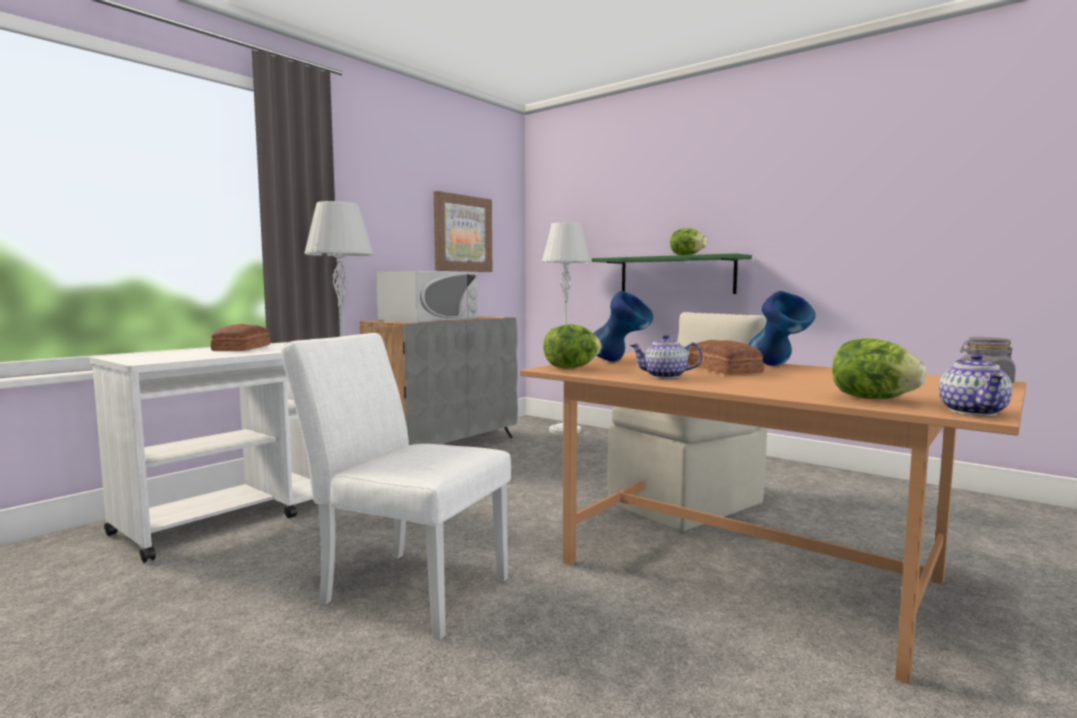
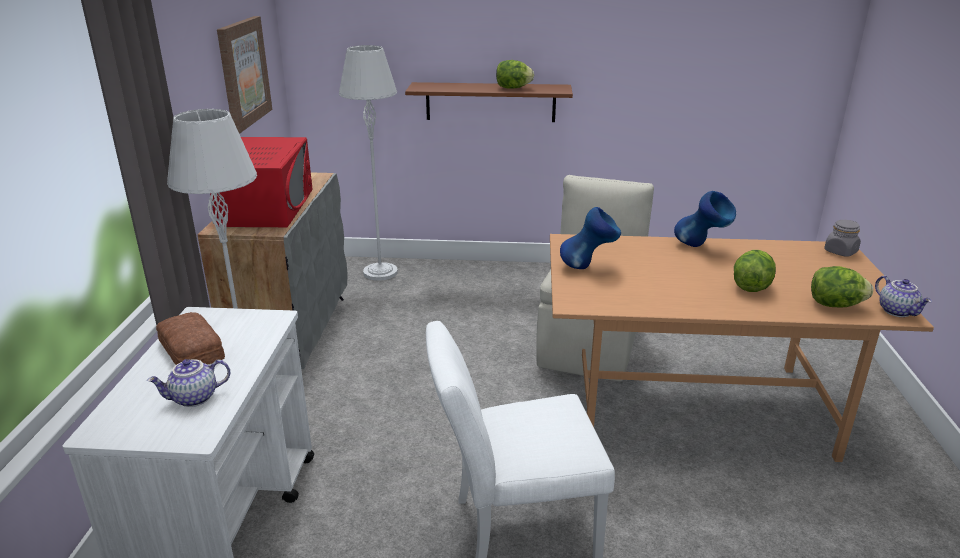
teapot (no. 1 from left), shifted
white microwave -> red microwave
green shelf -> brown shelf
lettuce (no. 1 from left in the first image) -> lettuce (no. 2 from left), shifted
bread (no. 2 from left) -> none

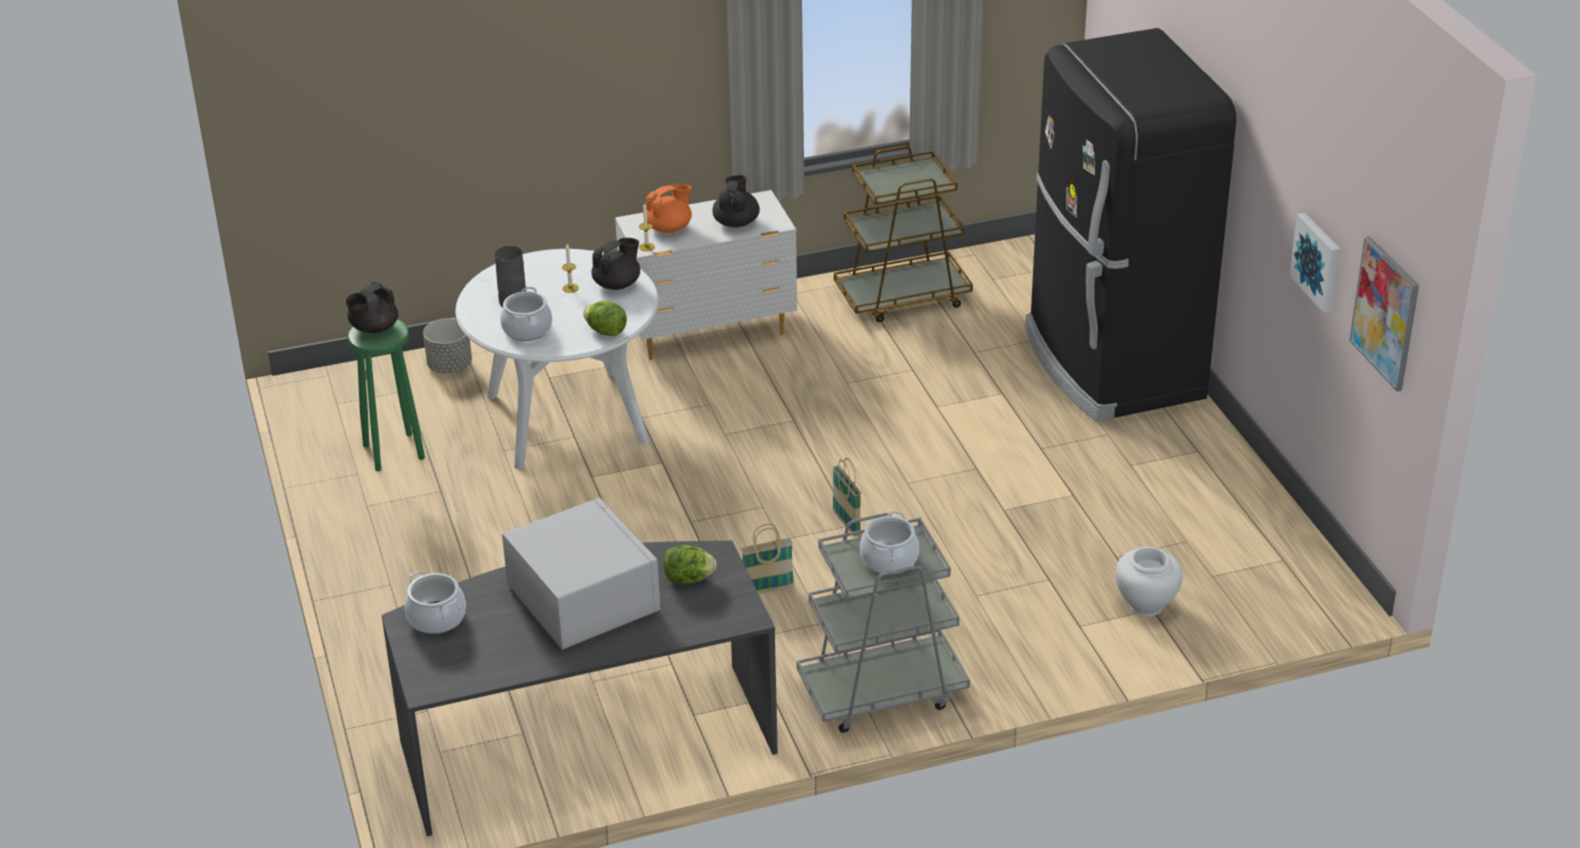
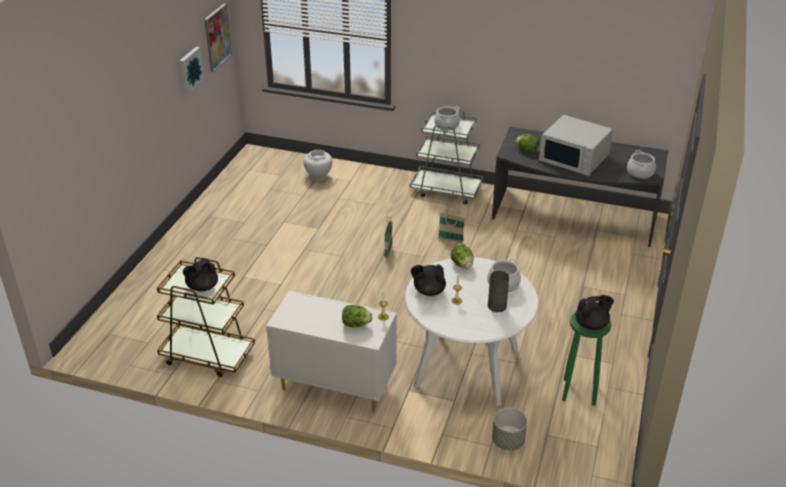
black teapot (no. 3 from left in the first image) -> black teapot (no. 1 from left), shifted
orange teapot -> lettuce (no. 1 from left)
white microwave, 60 degrees counterclockwise
black fridge -> none

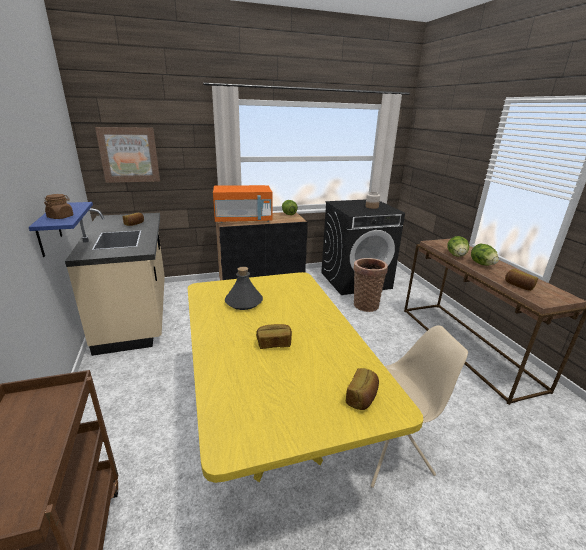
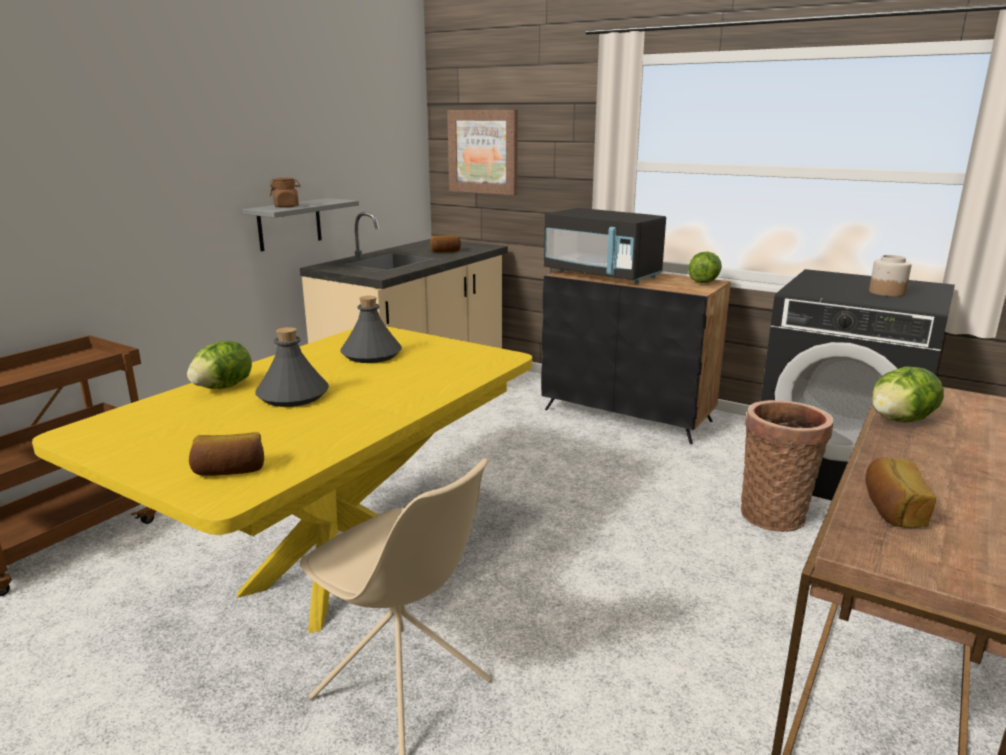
lettuce (no. 3 from left in the first image) -> lettuce (no. 1 from left), shifted
blue shelf -> grey shelf
bread (no. 2 from left) -> grey bottle (no. 1 from left)
orange microwave -> black microwave

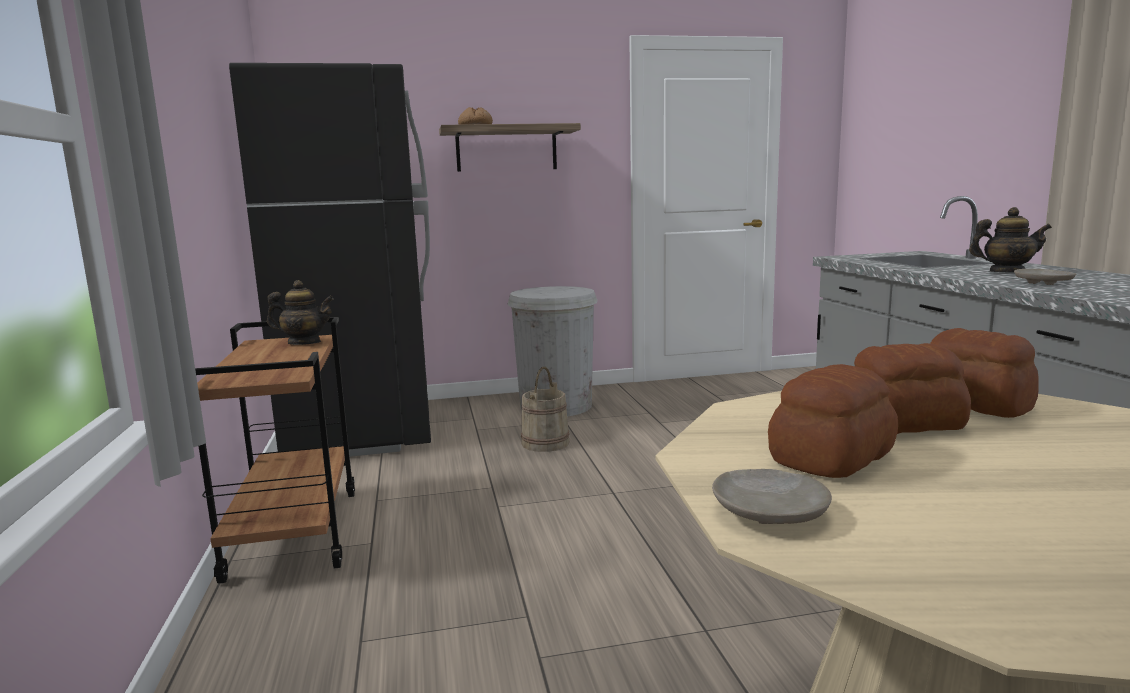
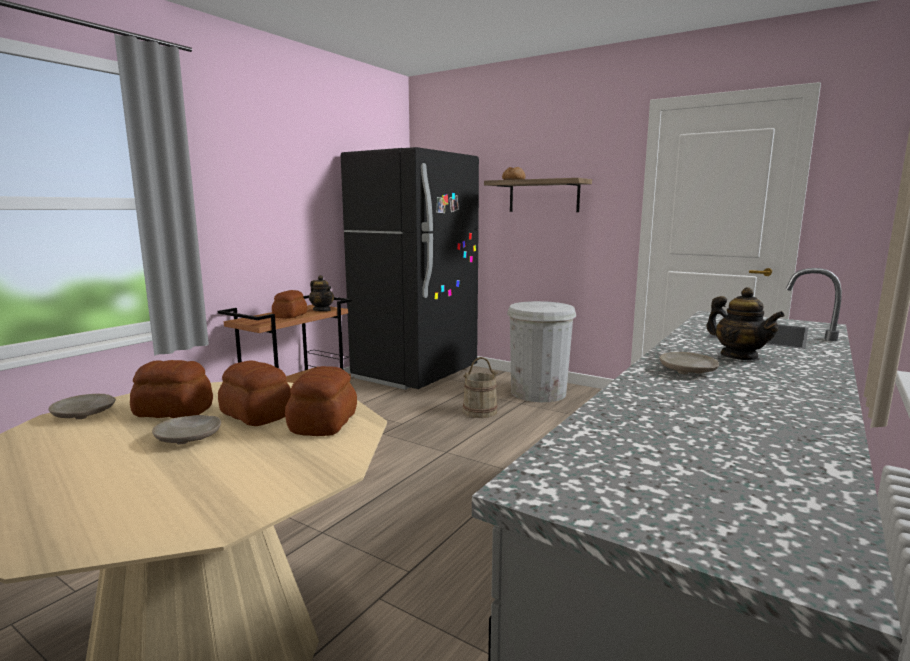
none -> beige plate (no. 2 from left)
none -> bread (no. 3 from left)

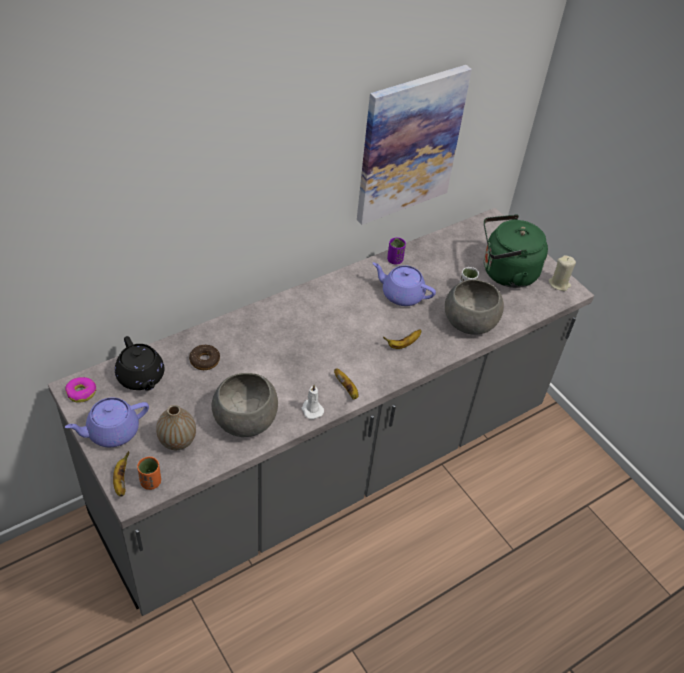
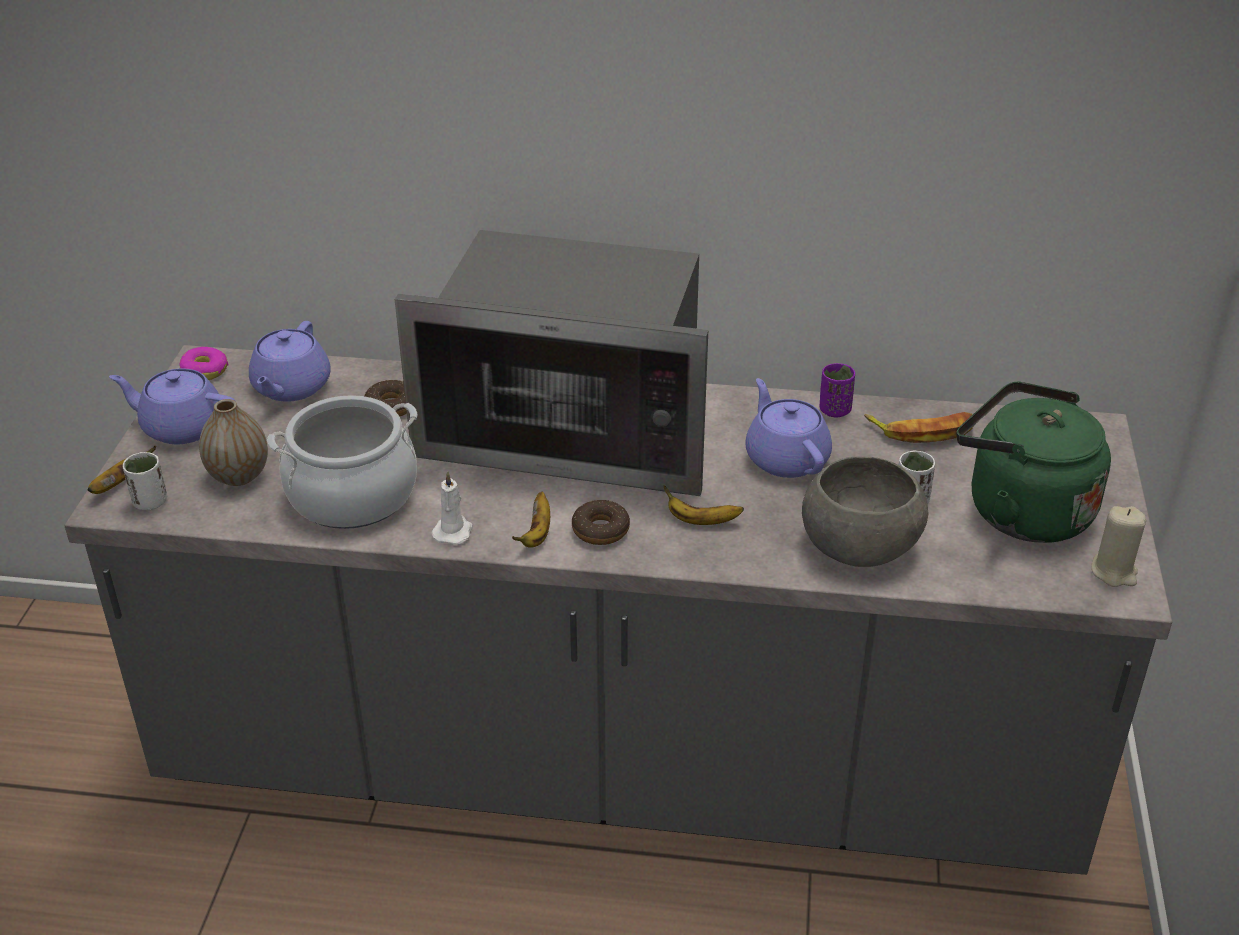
orange cup -> white cup (no. 1 from left)
black teapot -> purple teapot (no. 2 from left)
grey bowl (no. 1 from left) -> cooking pot
none -> microwave
none -> donut (no. 3 from left)
none -> banana (no. 4 from left)
picture -> none

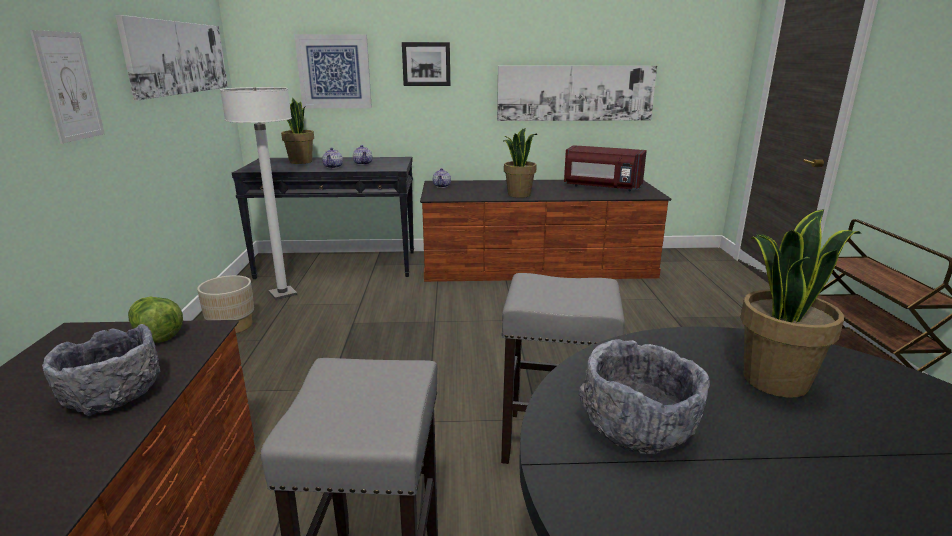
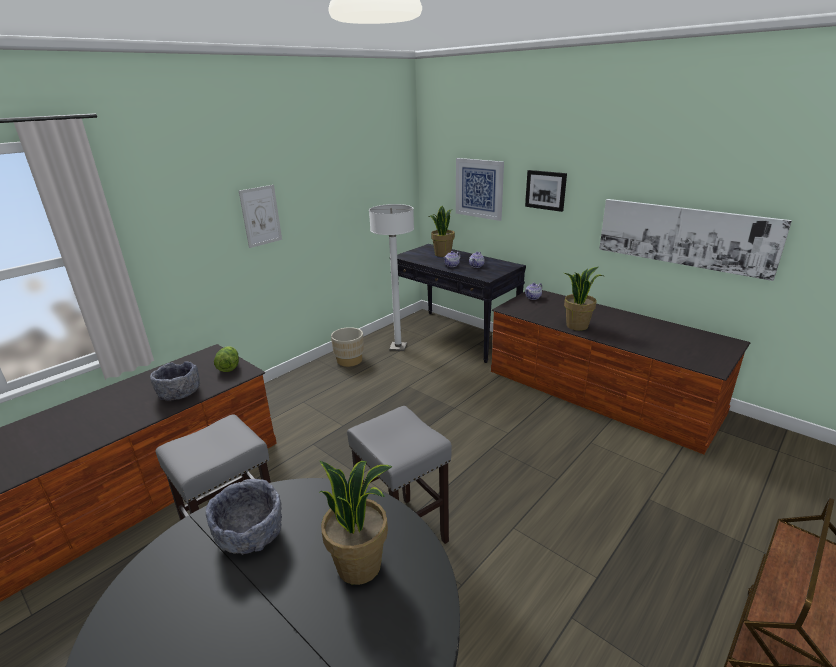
picture (no. 2 from left) -> none
red microwave -> none

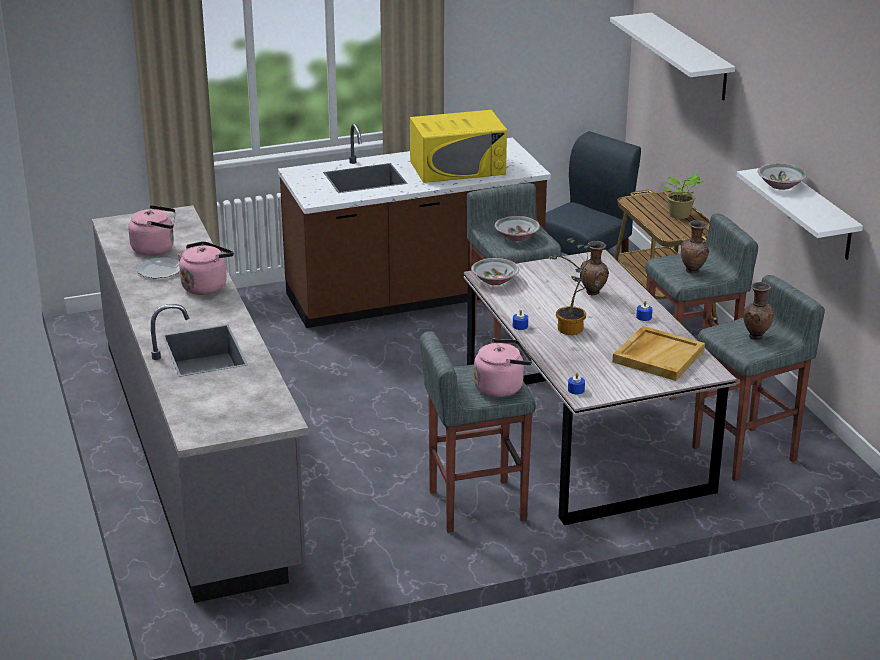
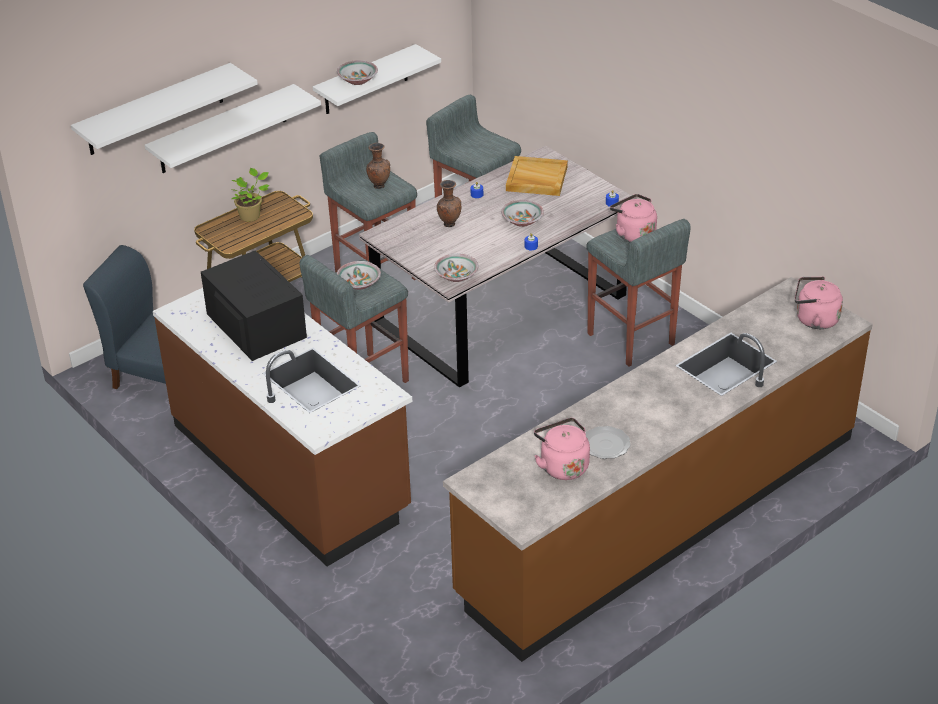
none -> white shelf (no. 2 from left)
yellow microwave -> black microwave
grey counter -> brown counter (no. 2 from left)
potted plant (no. 1 from left) -> bowl (no. 4 from left)
pink kettle (no. 2 from left in the first image) -> pink kettle (no. 3 from left), shifted
brown vase (no. 3 from left) -> none

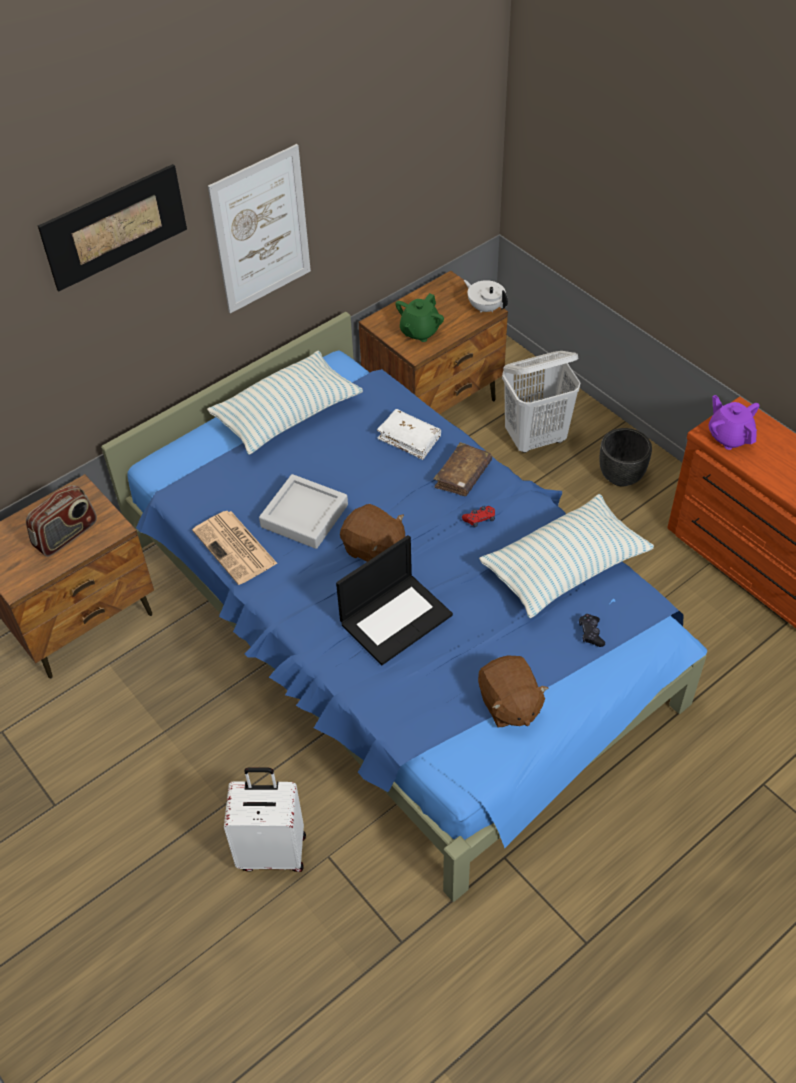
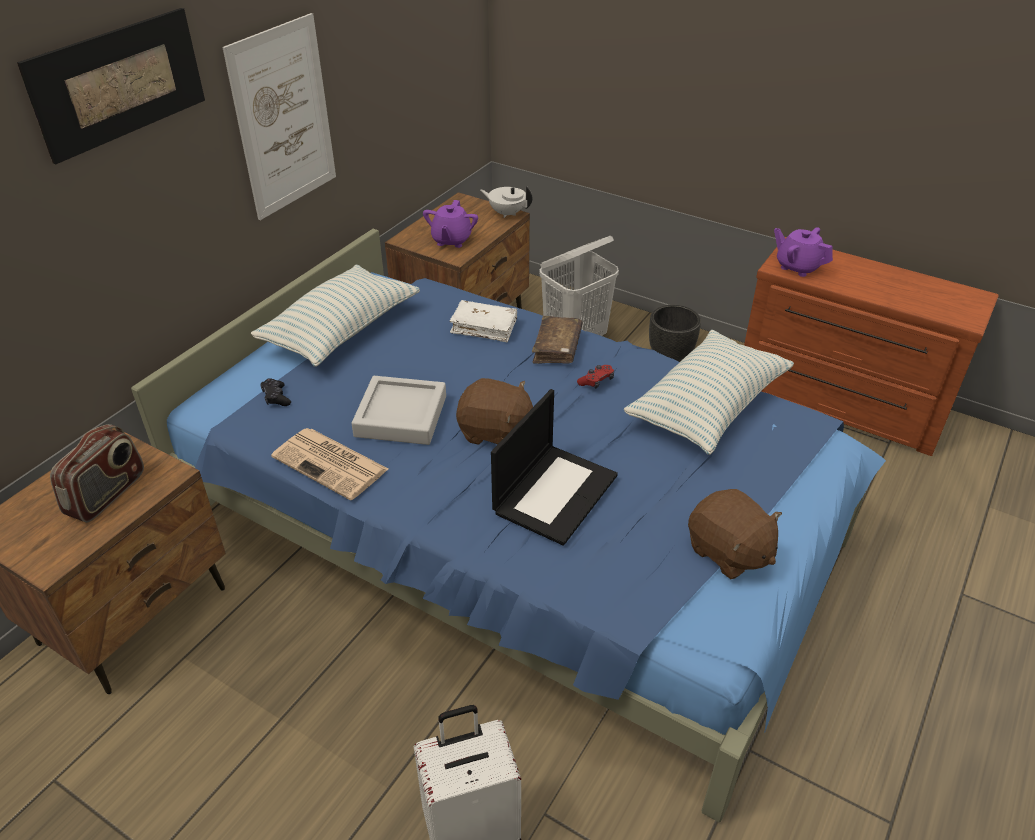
black game controller, shifted
green teapot -> purple teapot (no. 1 from left)

